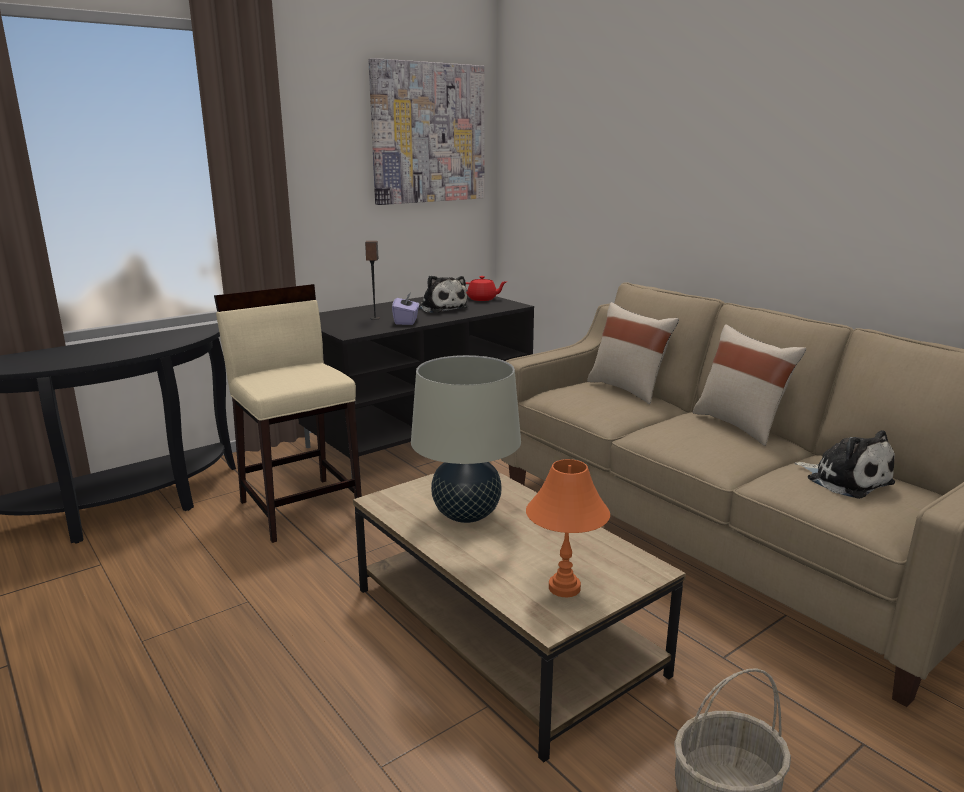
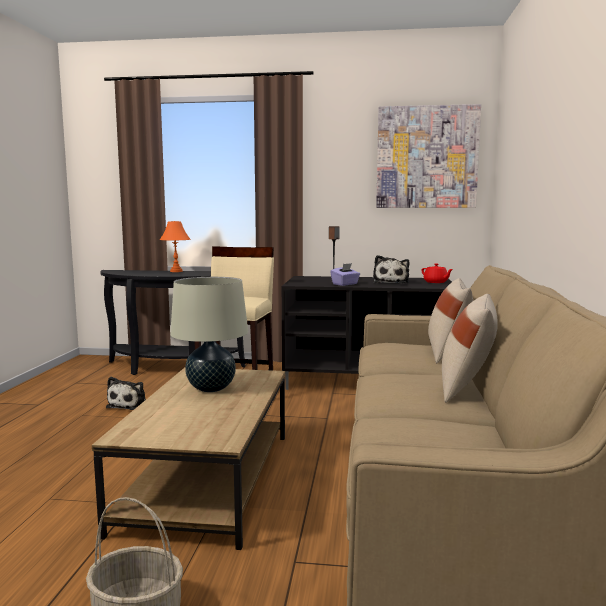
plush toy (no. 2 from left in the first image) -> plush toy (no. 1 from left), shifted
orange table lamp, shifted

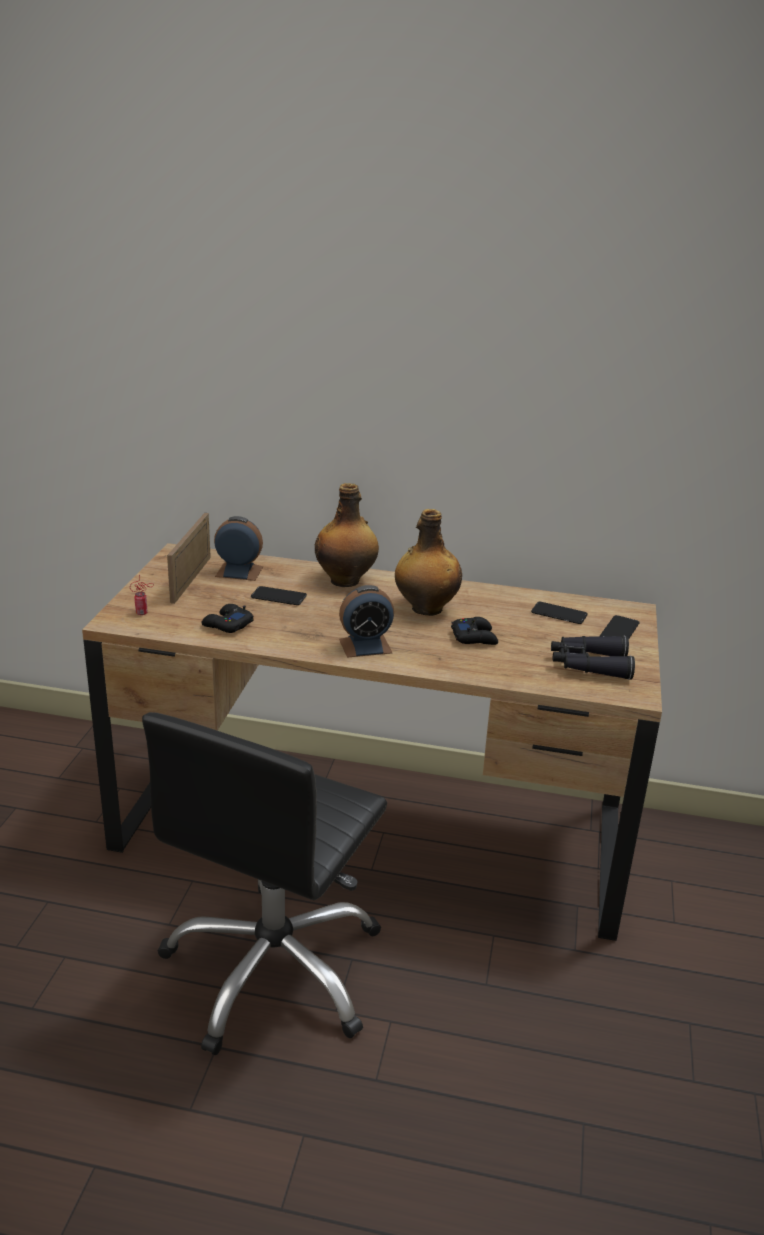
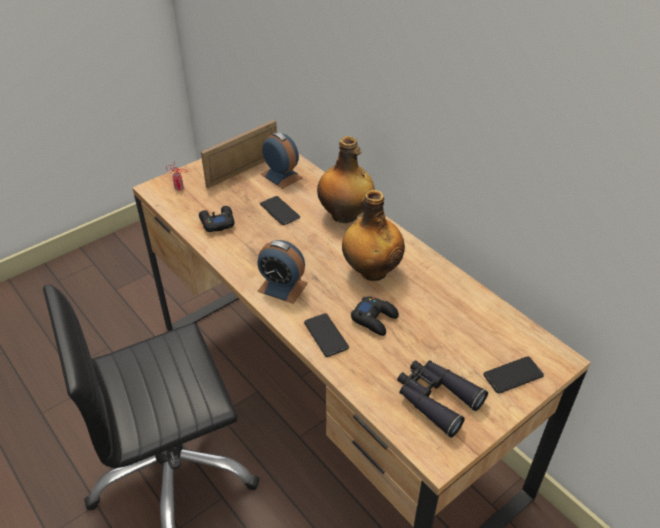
phone (no. 2 from left), shifted

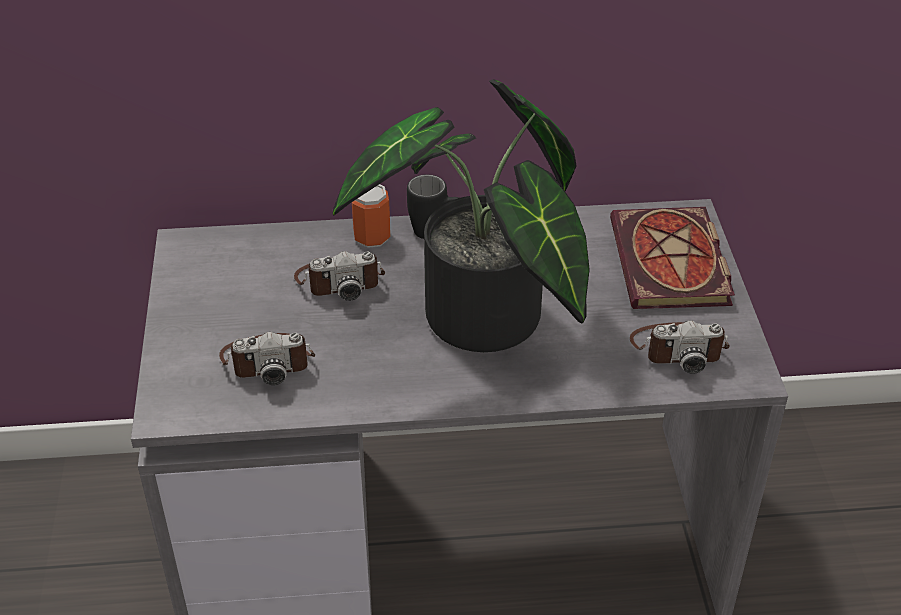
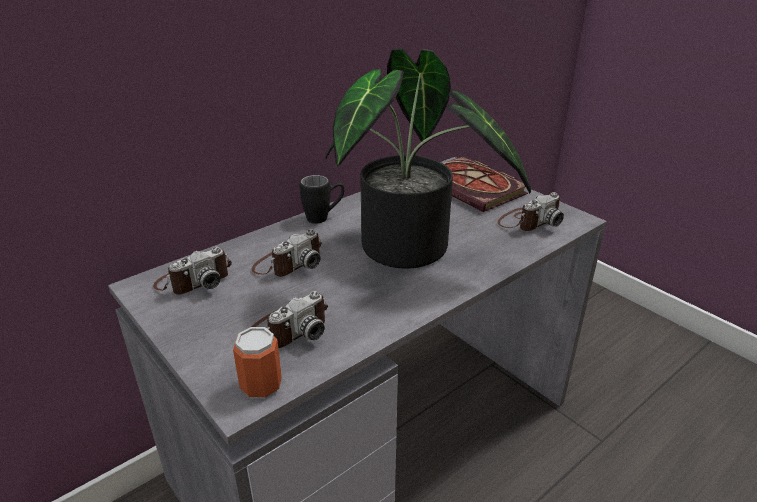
none -> photo camera (no. 1 from left)
can, shifted

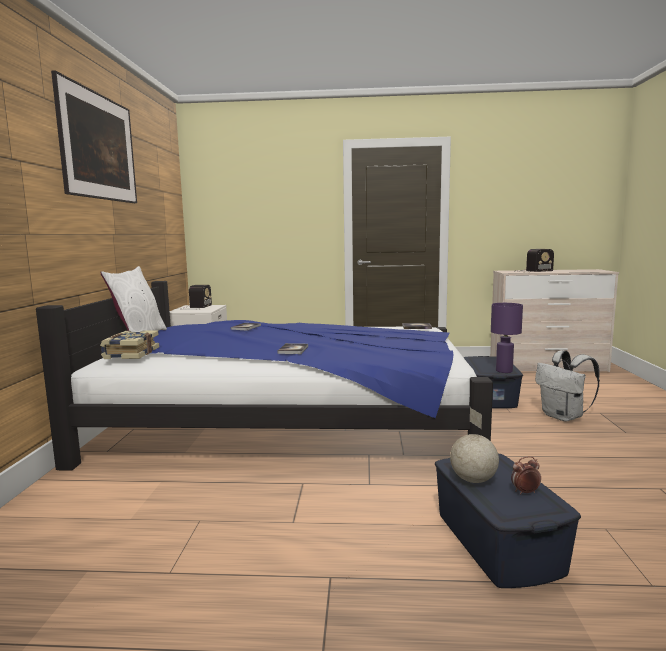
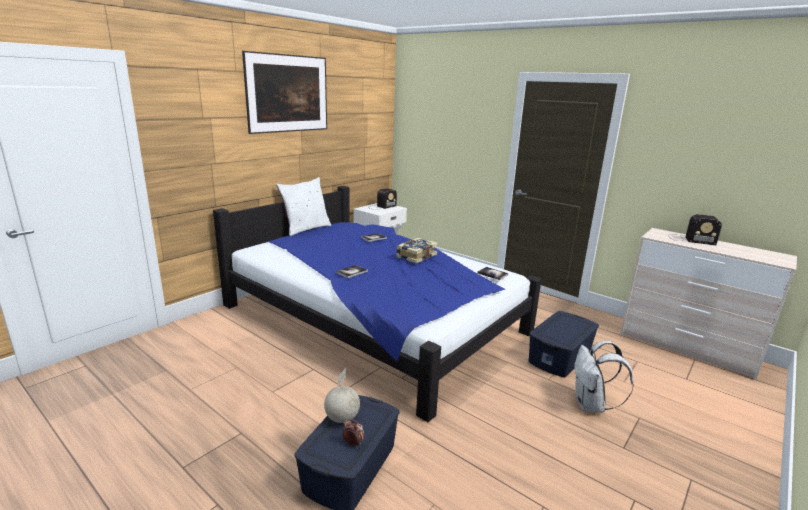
book (no. 1 from left in the first image) -> book (no. 3 from left), shifted
purple table lamp -> none

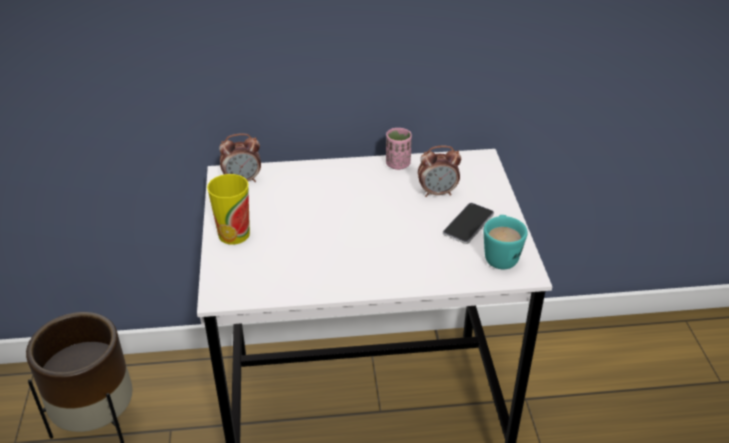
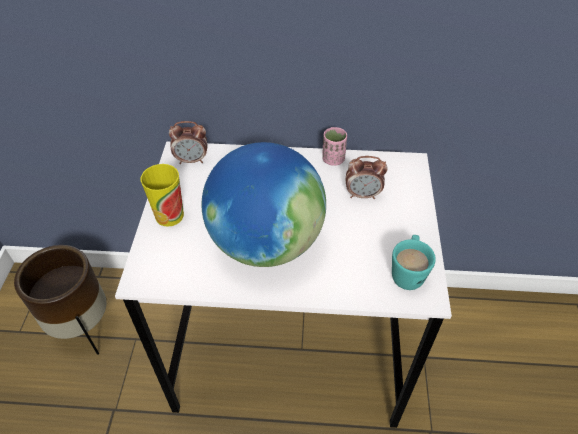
none -> globe
phone -> none

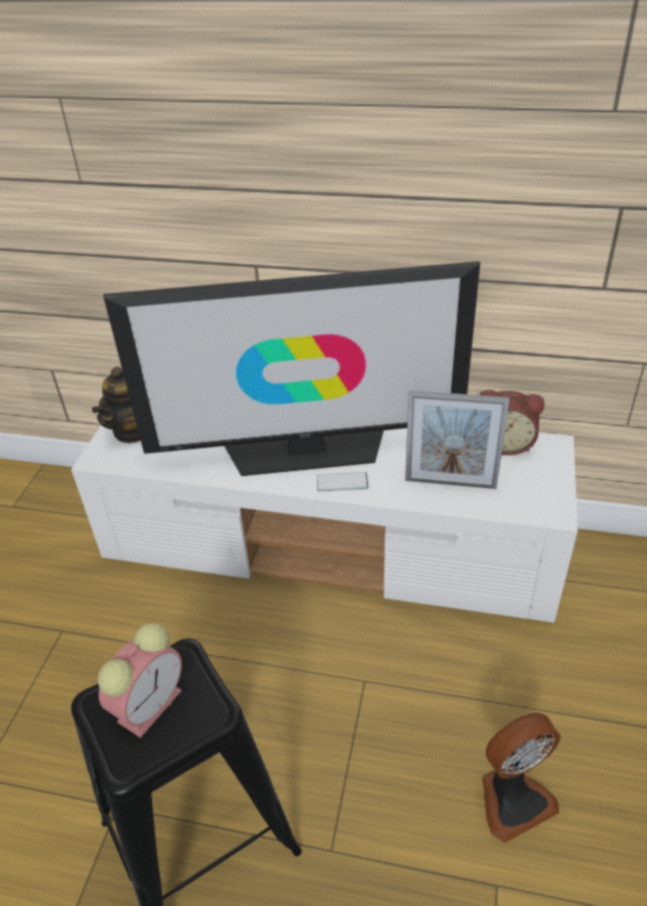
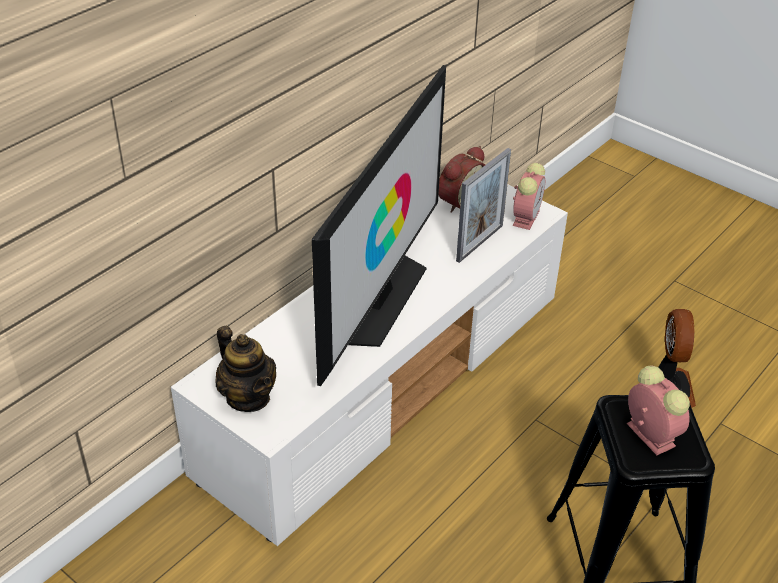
none -> alarm clock (no. 2 from left)
phone -> none

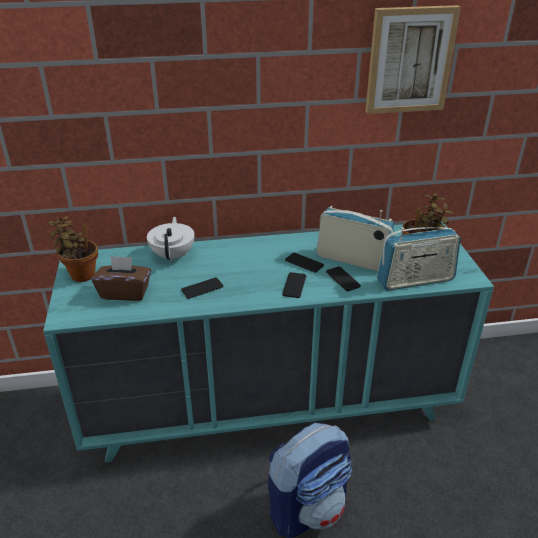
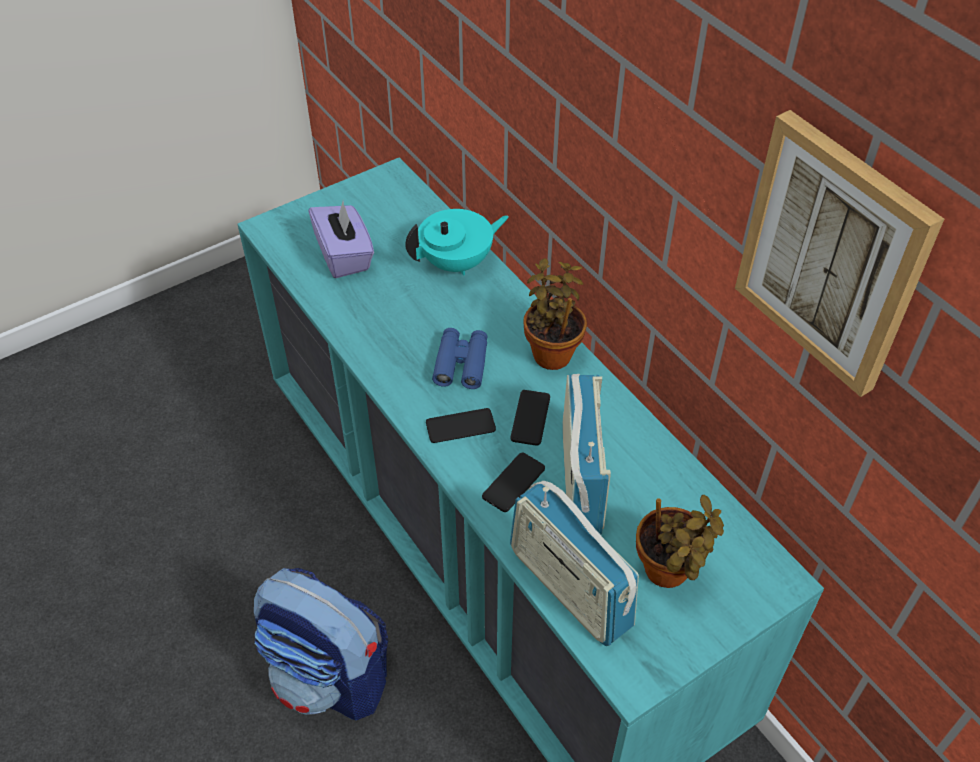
brown tissue box -> purple tissue box
white teapot -> turquoise teapot
none -> blue binoculars
potted plant (no. 1 from left), shifted
phone (no. 1 from left) -> none

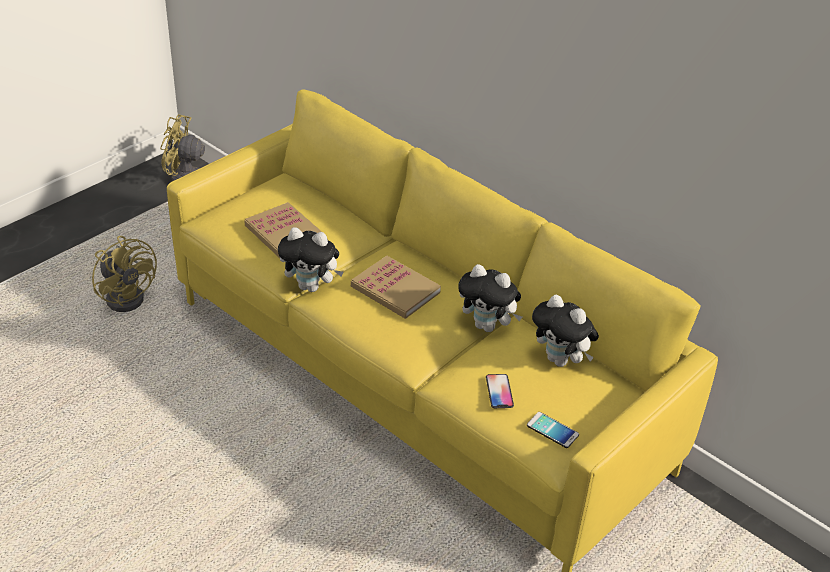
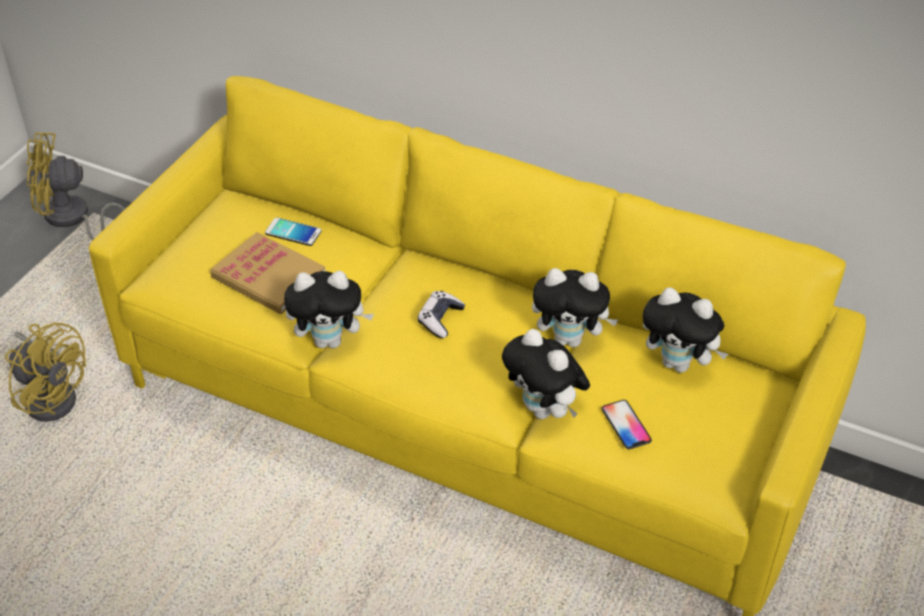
phone (no. 2 from left in the first image) -> phone (no. 1 from left), shifted
book (no. 2 from left) -> game controller
none -> plush toy (no. 2 from left)

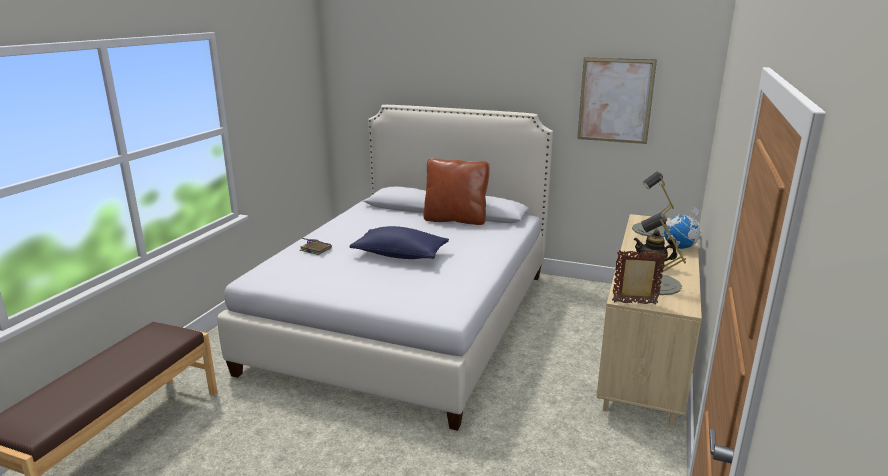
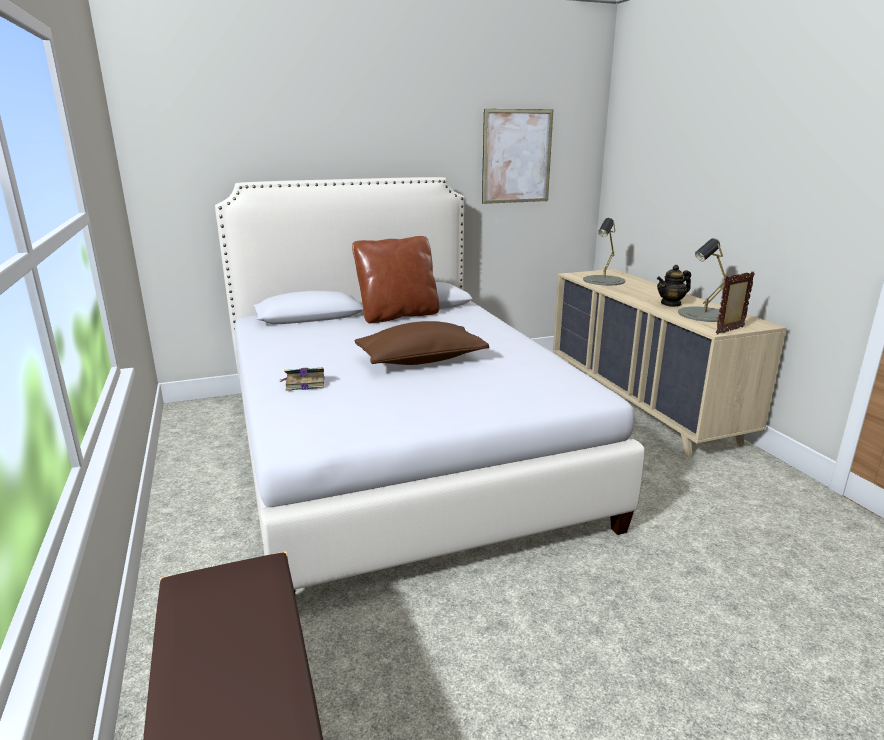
blue pillow -> brown pillow (no. 2 from left)
globe -> none

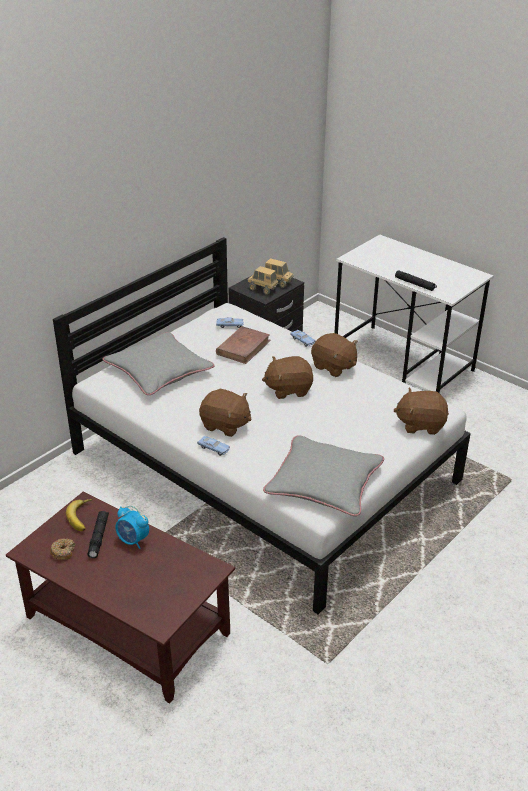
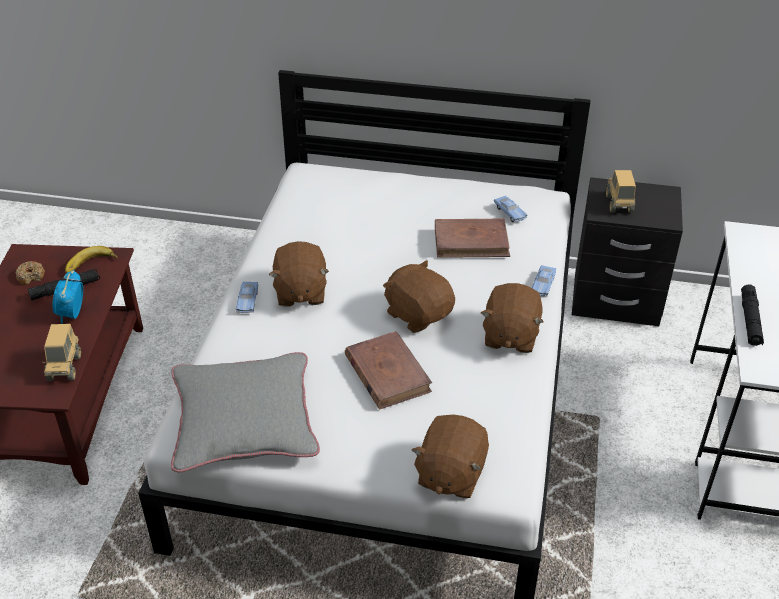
toy truck (no. 2 from left in the first image) -> toy truck (no. 1 from left), shifted
none -> brown book (no. 1 from left)
brown plush toy (no. 4 from left in the first image) -> brown plush toy (no. 3 from left), 135 degrees counterclockwise
grey pillow (no. 1 from left) -> none

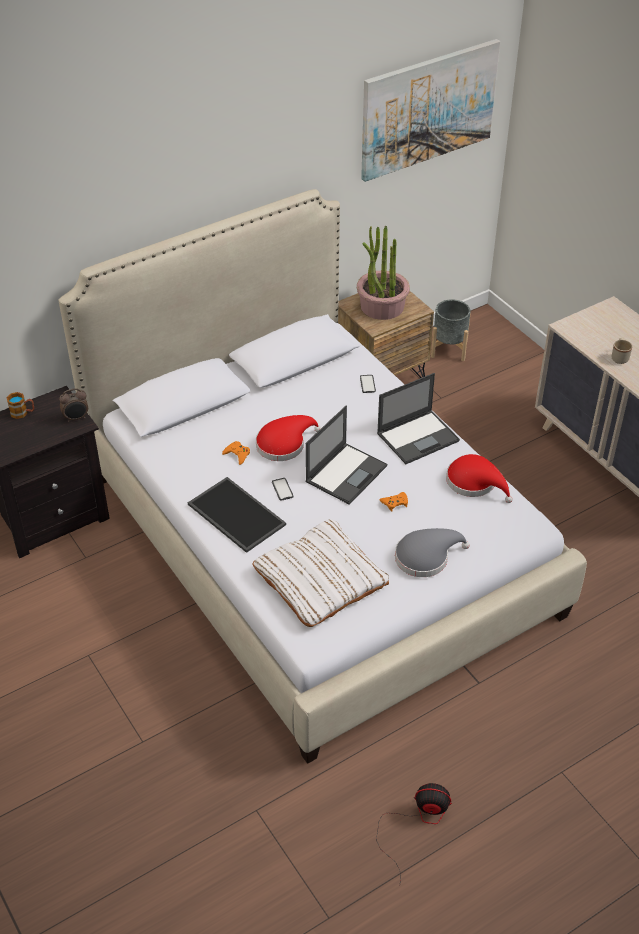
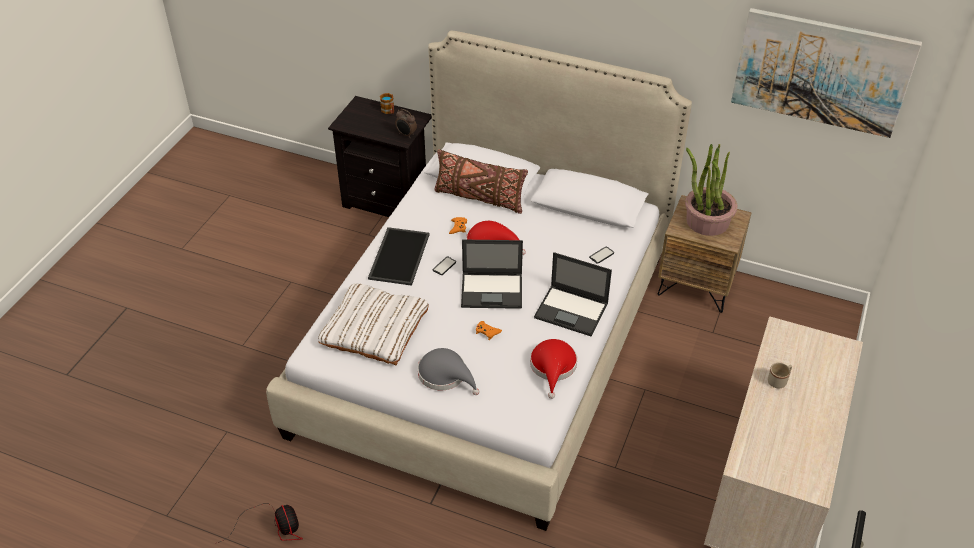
none -> brown pillow
grey planter -> none

